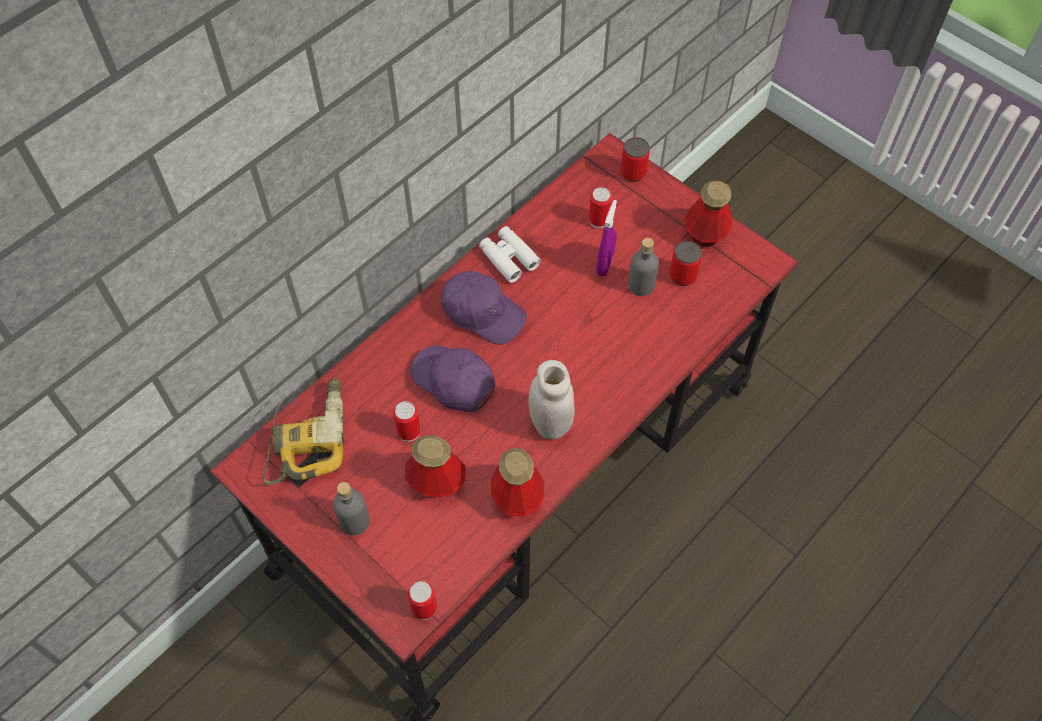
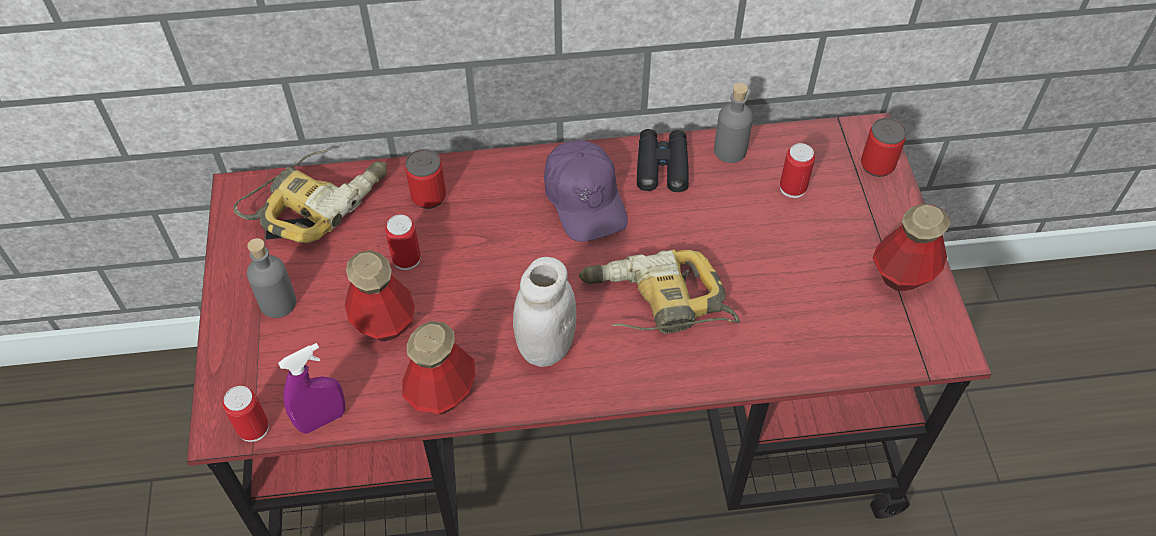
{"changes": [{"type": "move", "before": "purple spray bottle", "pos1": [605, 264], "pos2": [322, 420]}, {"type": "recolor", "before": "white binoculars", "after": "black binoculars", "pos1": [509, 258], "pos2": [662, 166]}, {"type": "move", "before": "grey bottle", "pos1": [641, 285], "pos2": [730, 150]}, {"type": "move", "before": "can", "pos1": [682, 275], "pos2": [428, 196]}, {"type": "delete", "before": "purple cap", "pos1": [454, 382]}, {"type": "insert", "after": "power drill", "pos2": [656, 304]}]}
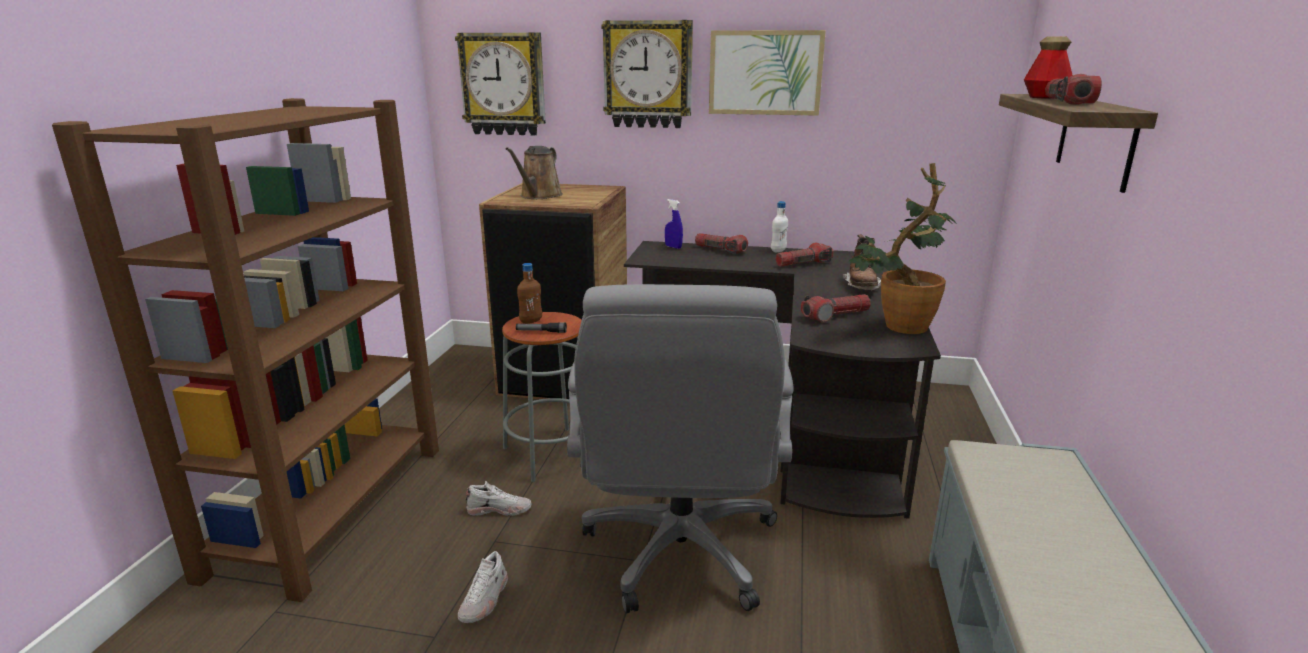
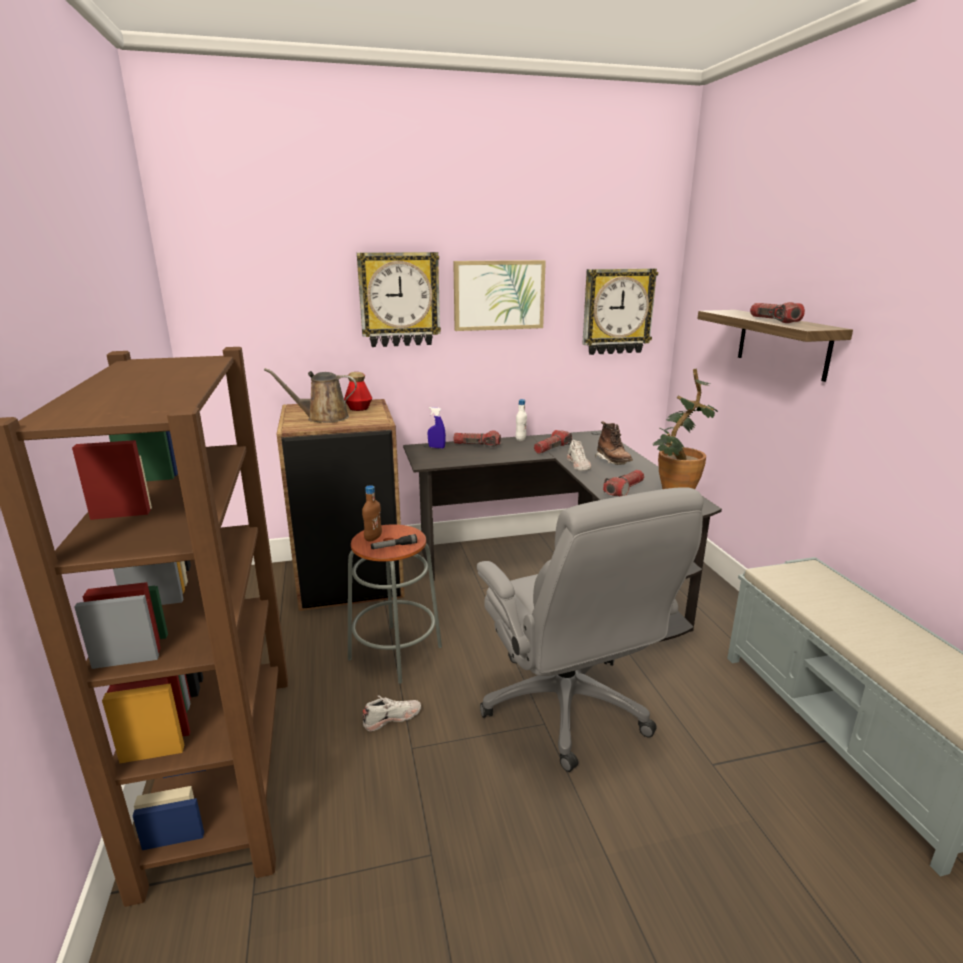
{"changes": [{"type": "move", "before": "wall clock", "pos1": [503, 84], "pos2": [617, 311]}, {"type": "move", "before": "bottle", "pos1": [1045, 97], "pos2": [359, 409]}, {"type": "rotate", "before": "brown watering can", "pos1": [539, 196], "pos2": [323, 418], "turn": 90}, {"type": "move", "before": "white shoe", "pos1": [485, 600], "pos2": [579, 465]}]}
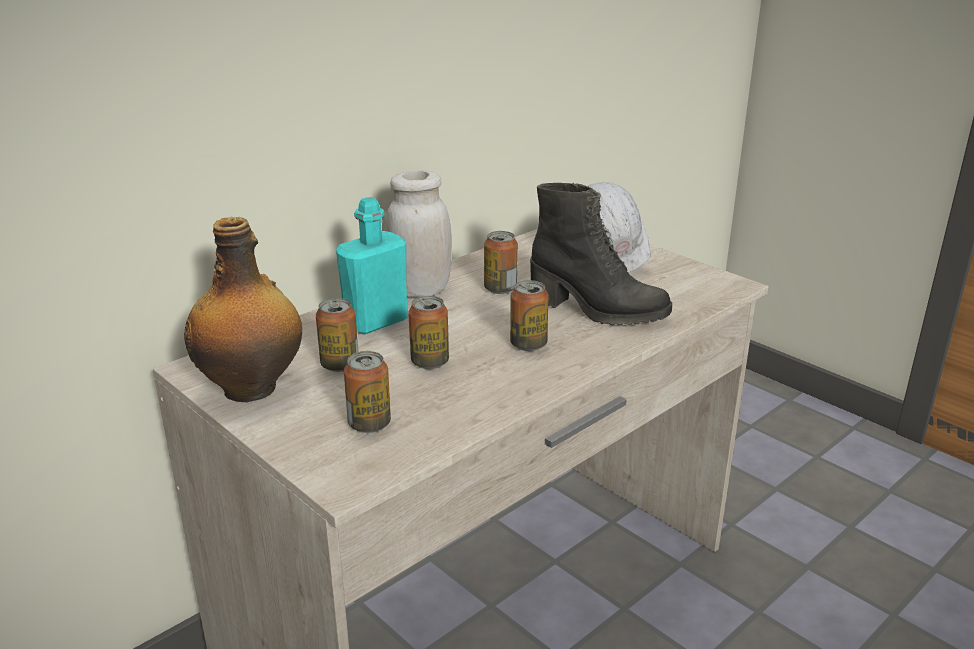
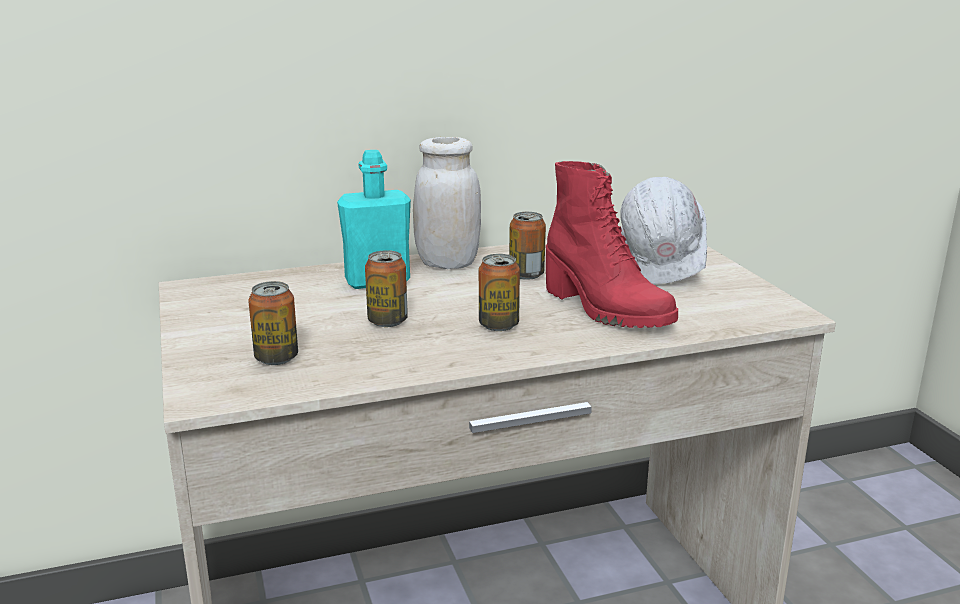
{"changes": [{"type": "recolor", "before": "black boot", "after": "red boot", "pos1": [597, 310], "pos2": [605, 310]}, {"type": "delete", "before": "bottle", "pos1": [252, 388]}, {"type": "delete", "before": "can", "pos1": [340, 365]}]}
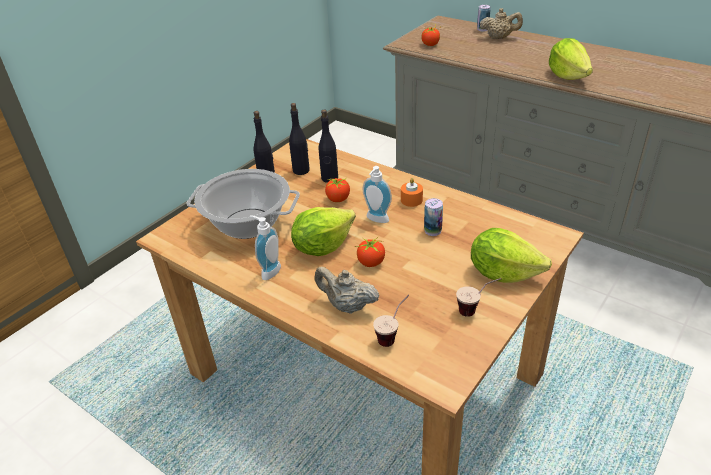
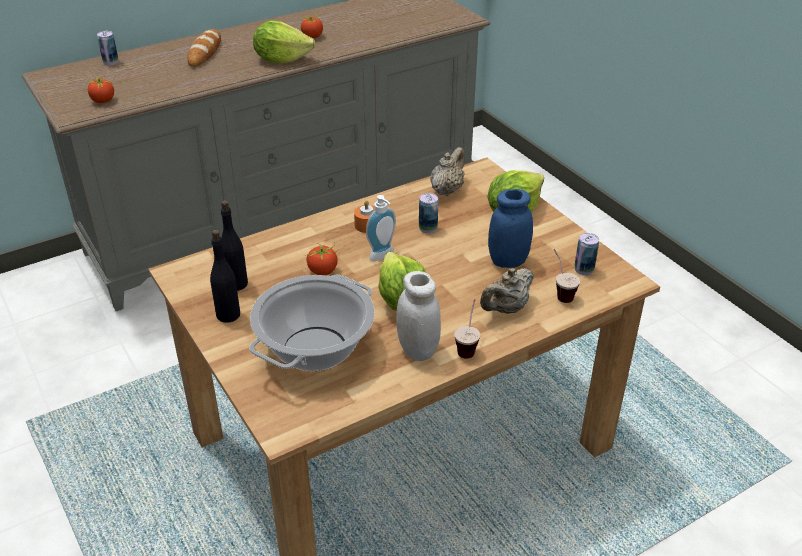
{"changes": [{"type": "move", "before": "beige teapot", "pos1": [499, 38], "pos2": [447, 190]}, {"type": "delete", "before": "black bottle", "pos1": [329, 178]}, {"type": "replace", "before": "soap dispenser", "after": "white jar", "pos1": [268, 271], "pos2": [418, 350]}, {"type": "move", "before": "tomato", "pos1": [371, 263], "pos2": [312, 37]}, {"type": "move", "before": "cup", "pos1": [476, 310], "pos2": [468, 346]}, {"type": "insert", "after": "bread", "pos2": [205, 52]}, {"type": "insert", "after": "blue jar", "pos2": [508, 261]}, {"type": "insert", "after": "can", "pos2": [584, 269]}]}
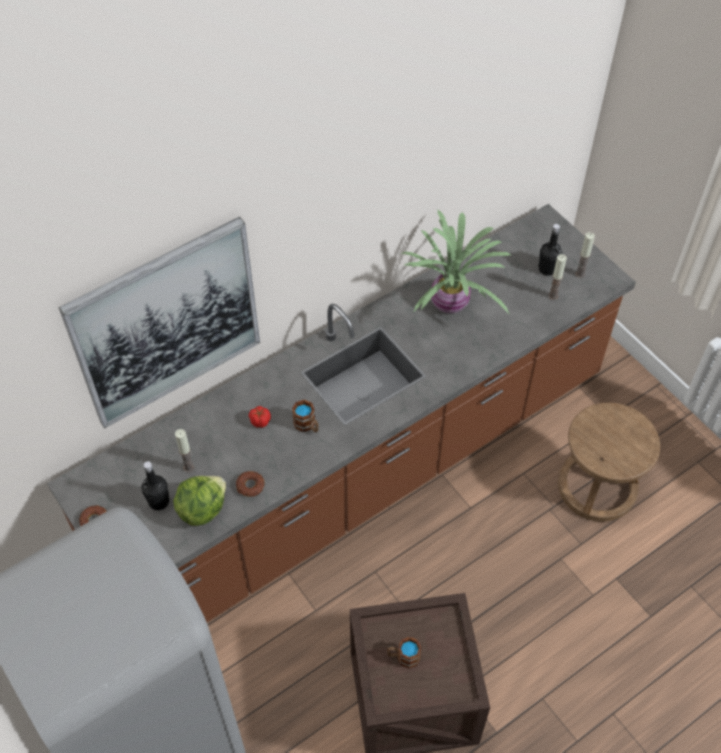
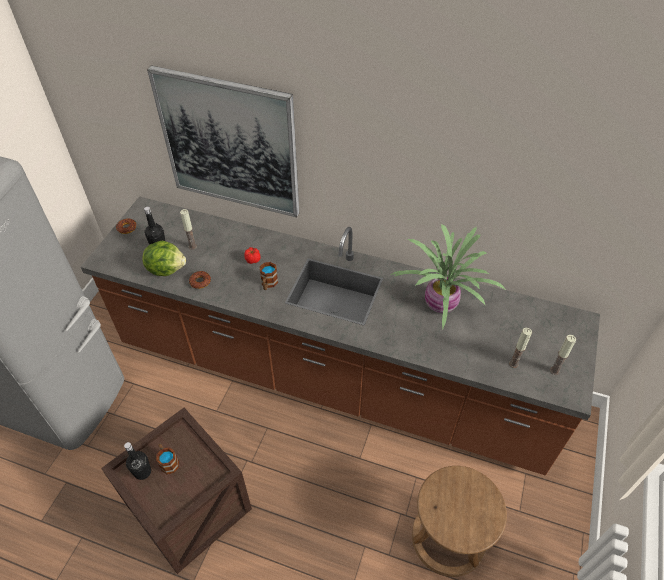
{"changes": [{"type": "move", "before": "black bottle", "pos1": [547, 269], "pos2": [142, 472]}]}
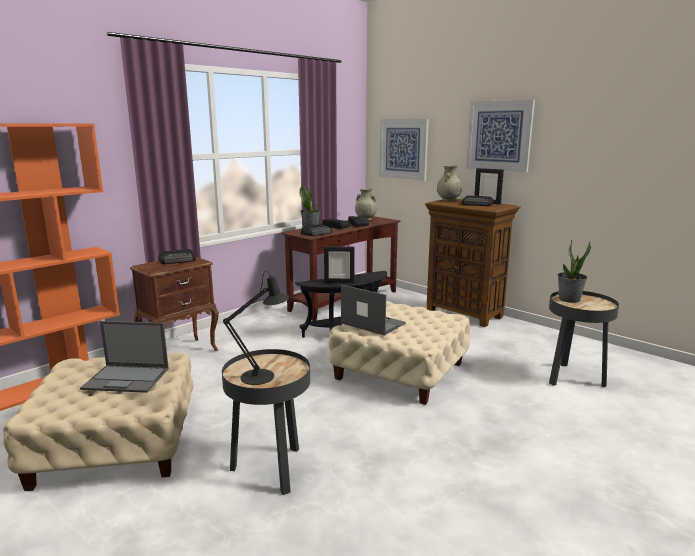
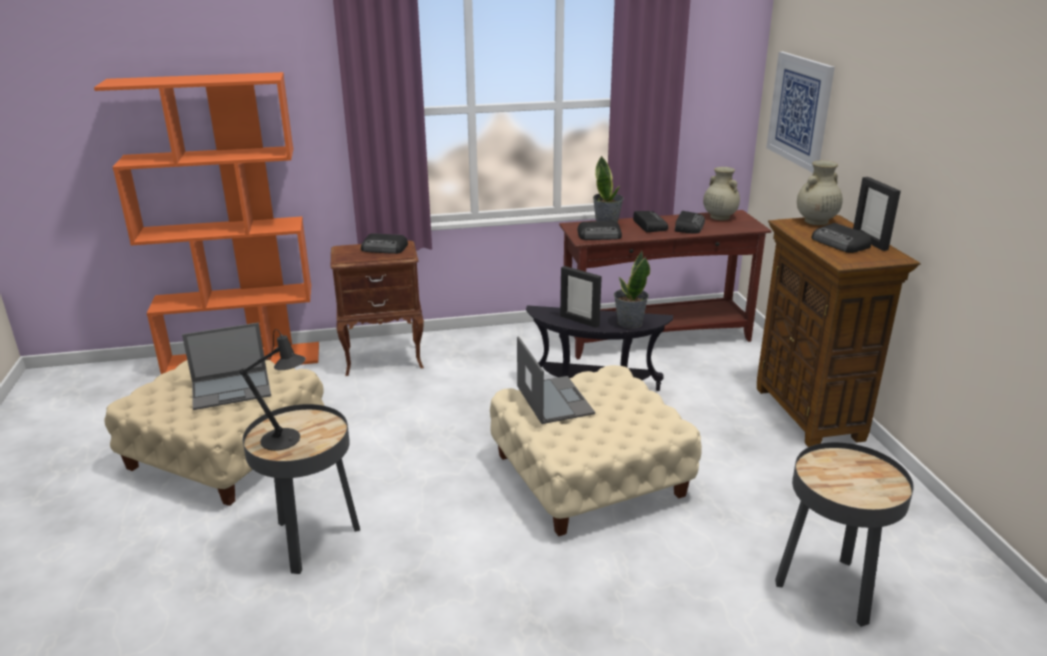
{"changes": [{"type": "delete", "before": "picture", "pos1": [499, 136]}, {"type": "move", "before": "potted plant", "pos1": [569, 299], "pos2": [629, 323]}, {"type": "rotate", "before": "laptop", "pos1": [127, 379], "pos2": [232, 389], "turn": -60}]}
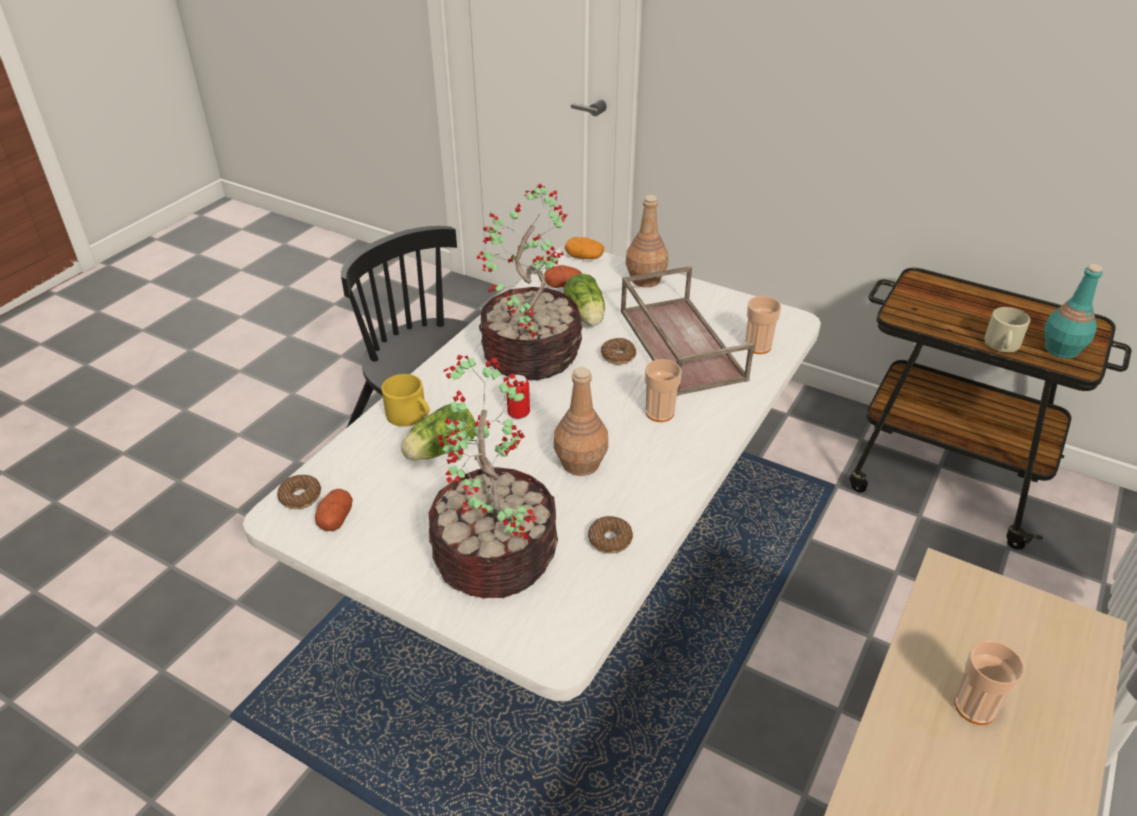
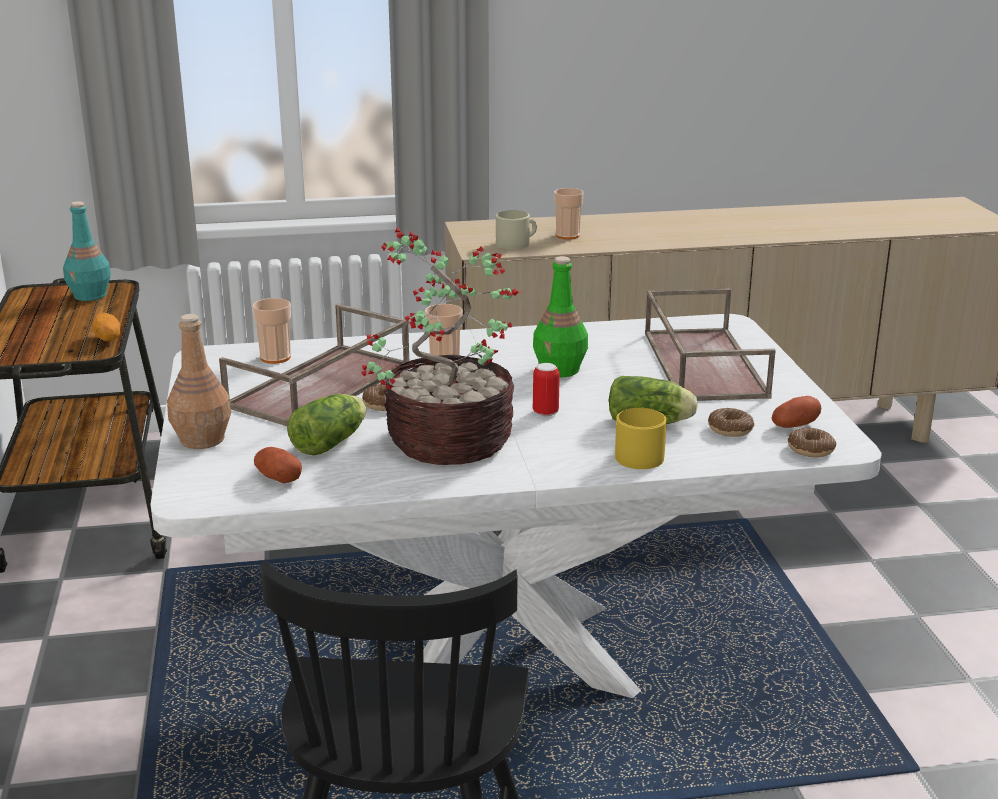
{"changes": [{"type": "move", "before": "potato", "pos1": [584, 257], "pos2": [107, 337]}, {"type": "move", "before": "beige mug", "pos1": [1002, 345], "pos2": [516, 243]}, {"type": "replace", "before": "potted plant", "after": "brown tray", "pos1": [494, 554], "pos2": [701, 363]}, {"type": "recolor", "before": "brown bottle", "after": "green bottle", "pos1": [580, 463], "pos2": [560, 370]}, {"type": "move", "before": "donut", "pos1": [610, 540], "pos2": [730, 429]}]}
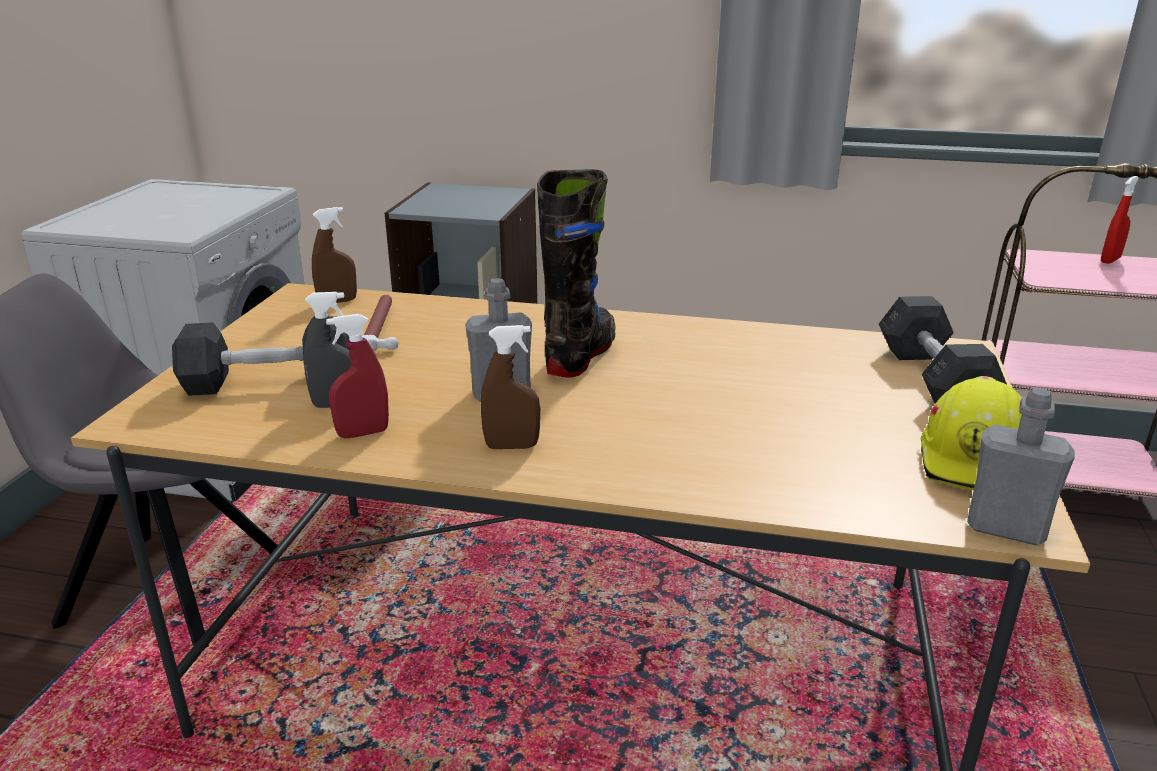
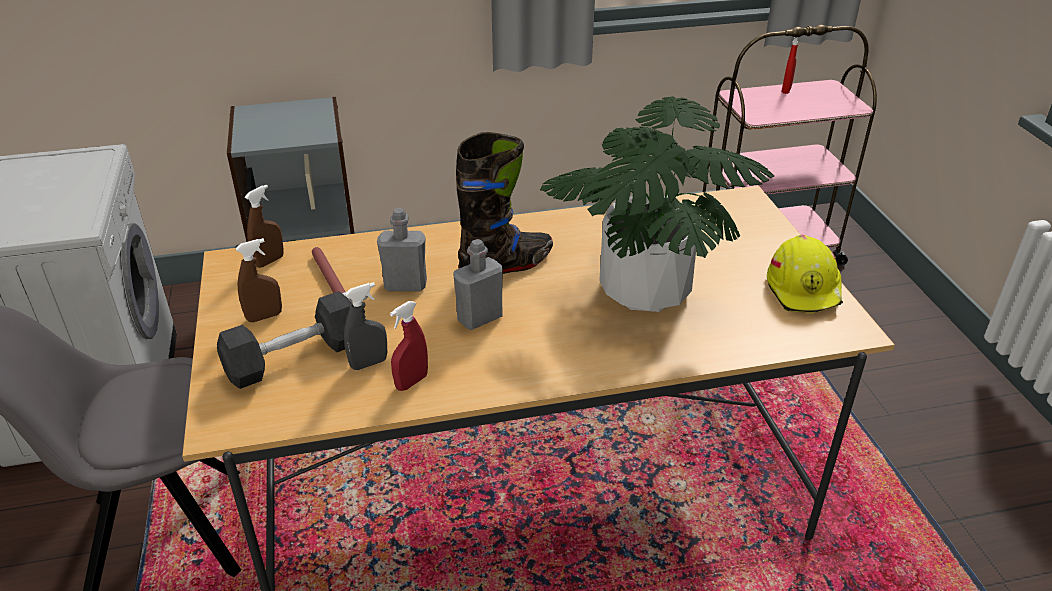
{"changes": [{"type": "rotate", "before": "black boot", "pos1": [581, 354], "pos2": [507, 266], "turn": 60}, {"type": "delete", "before": "grey dumbbell", "pos1": [933, 380]}, {"type": "move", "before": "brown spray bottle", "pos1": [512, 446], "pos2": [264, 317]}, {"type": "move", "before": "grey bottle", "pos1": [1005, 528], "pos2": [405, 285]}, {"type": "insert", "after": "potted plant", "pos2": [644, 290]}]}
